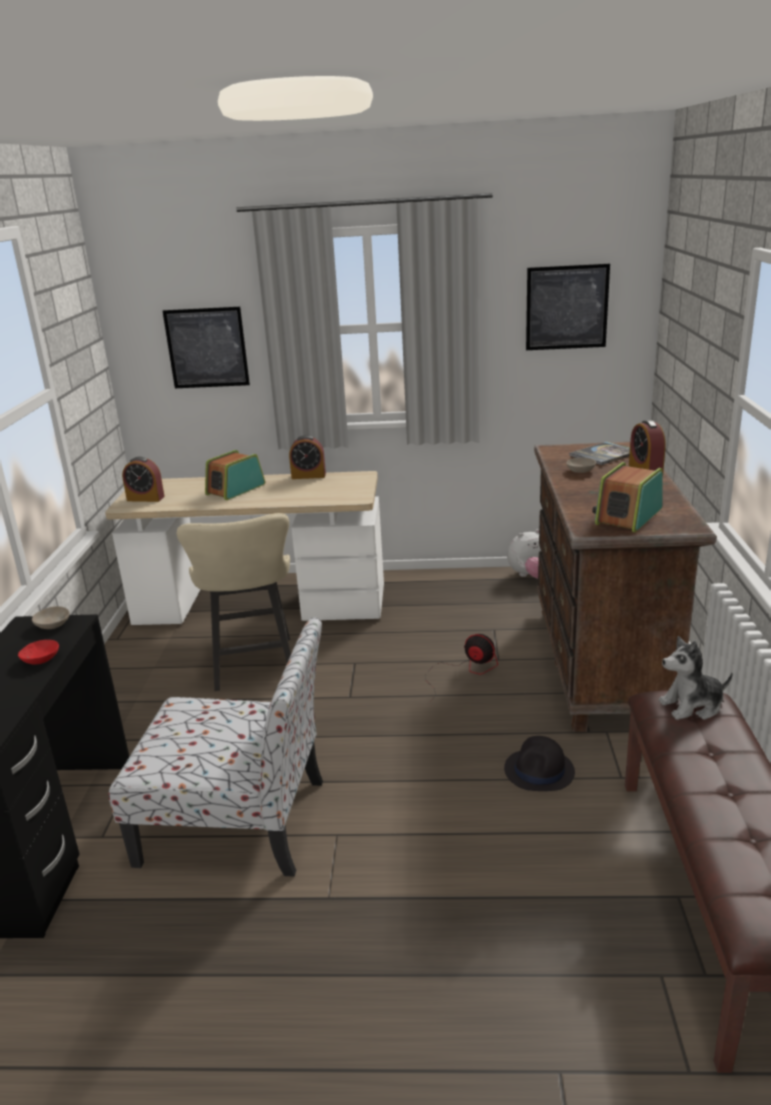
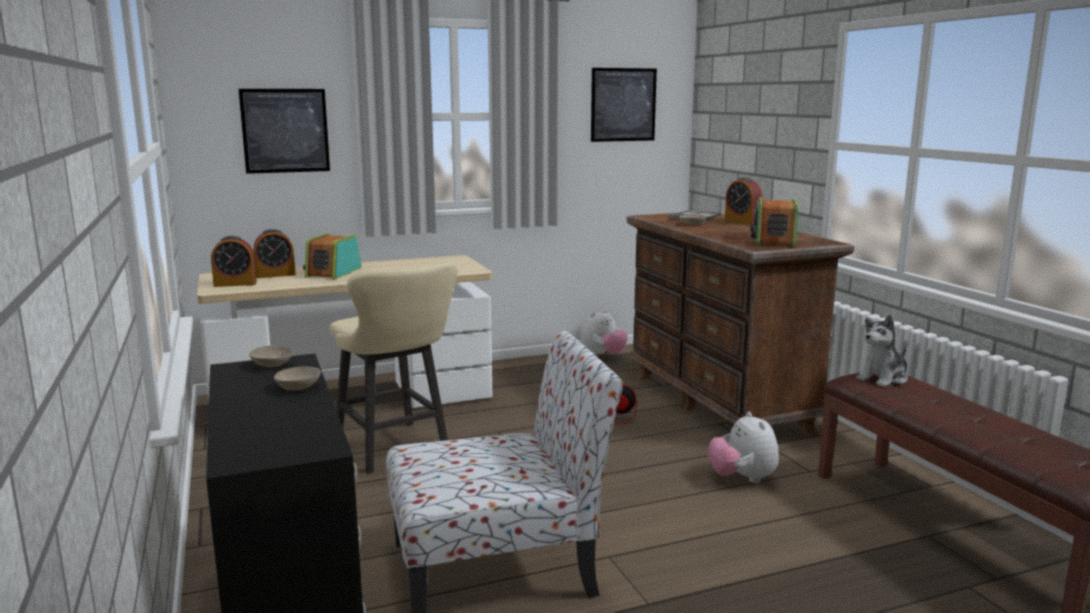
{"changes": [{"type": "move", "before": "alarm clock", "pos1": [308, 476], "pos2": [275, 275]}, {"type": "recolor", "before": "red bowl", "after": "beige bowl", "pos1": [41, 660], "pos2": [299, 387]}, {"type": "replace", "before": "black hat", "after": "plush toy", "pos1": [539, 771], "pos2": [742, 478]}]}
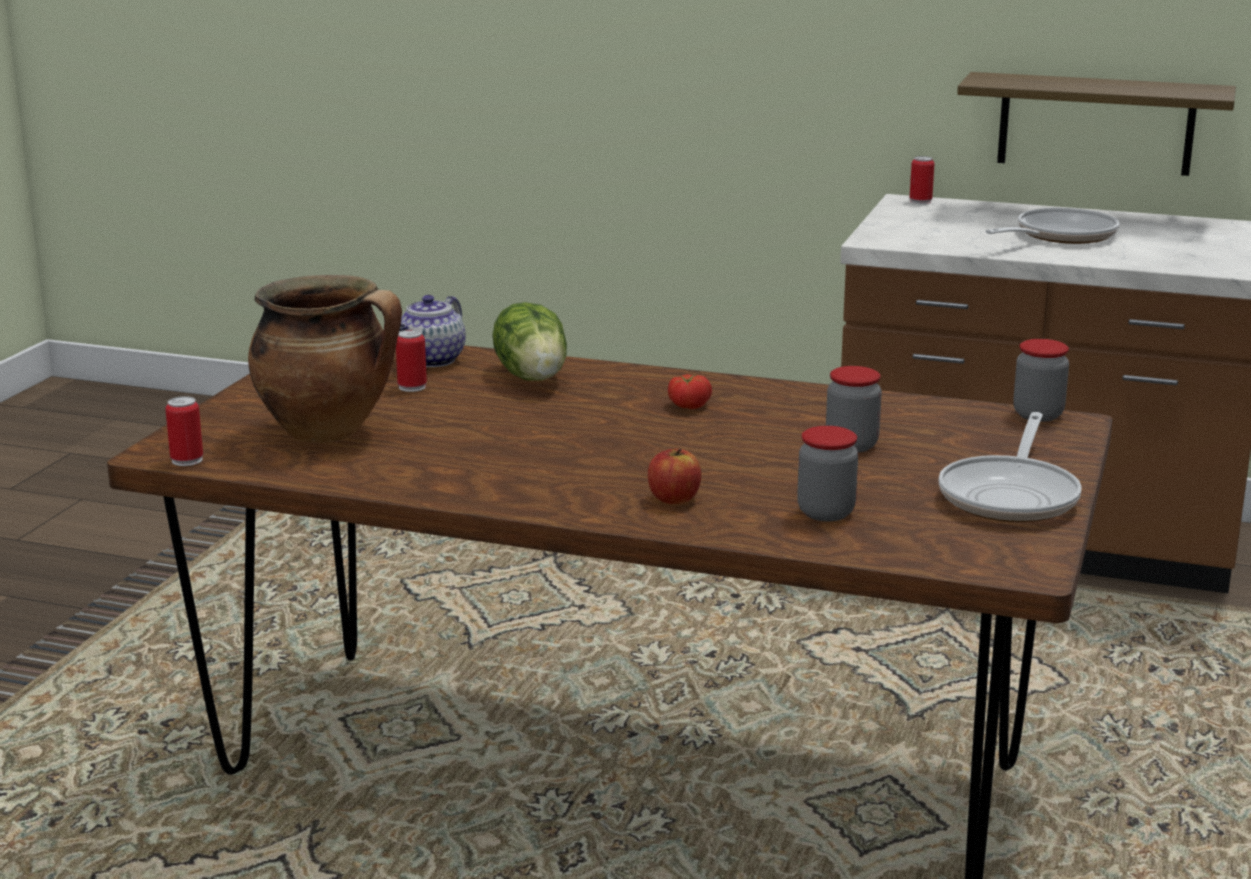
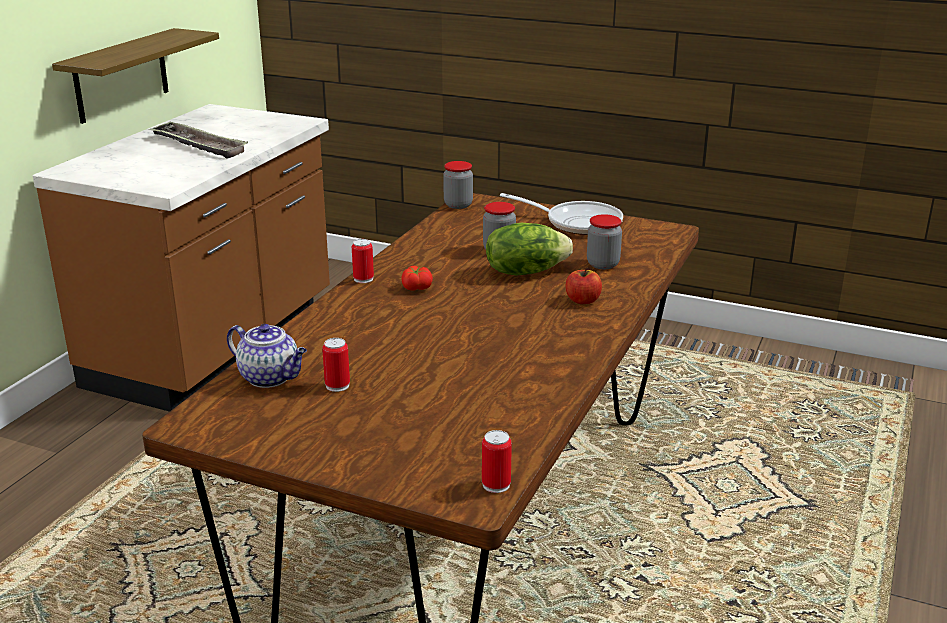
{"changes": [{"type": "move", "before": "can", "pos1": [920, 201], "pos2": [363, 279]}, {"type": "replace", "before": "frying pan", "after": "tray", "pos1": [1059, 236], "pos2": [198, 145]}, {"type": "delete", "before": "cooking pot", "pos1": [329, 431]}, {"type": "move", "before": "lettuce", "pos1": [533, 376], "pos2": [525, 271]}]}
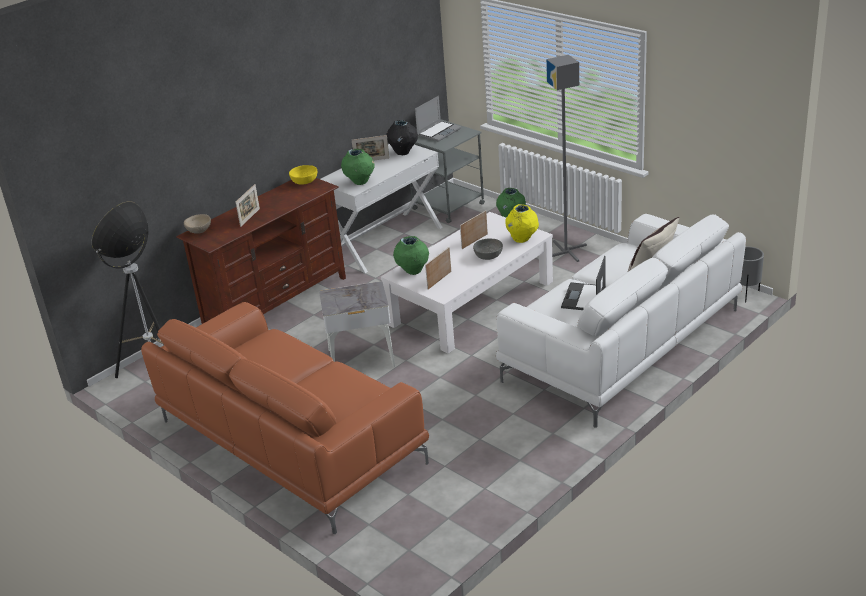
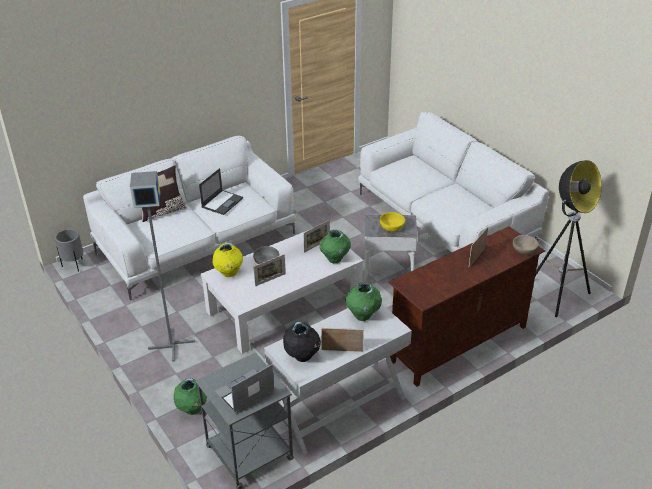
{"changes": [{"type": "move", "before": "yellow bowl", "pos1": [304, 181], "pos2": [392, 227]}, {"type": "recolor", "before": "brown sofa", "after": "white sofa", "pos1": [291, 441], "pos2": [443, 221]}]}
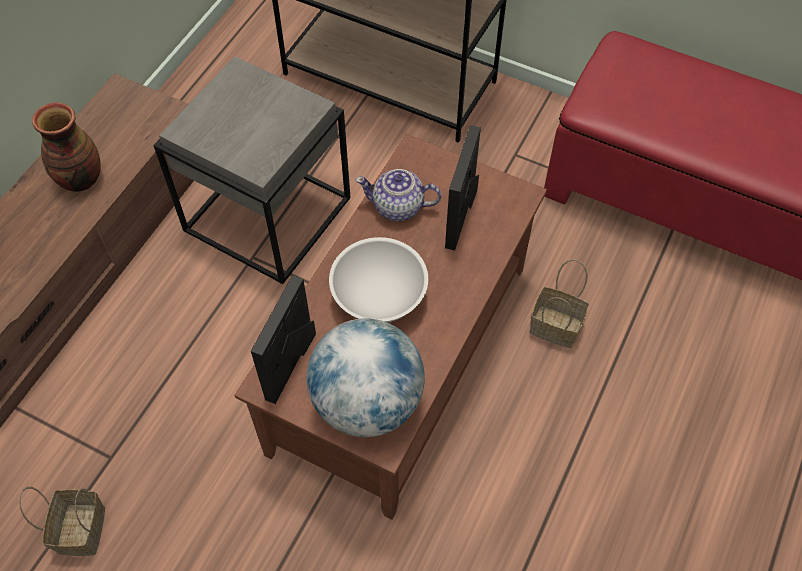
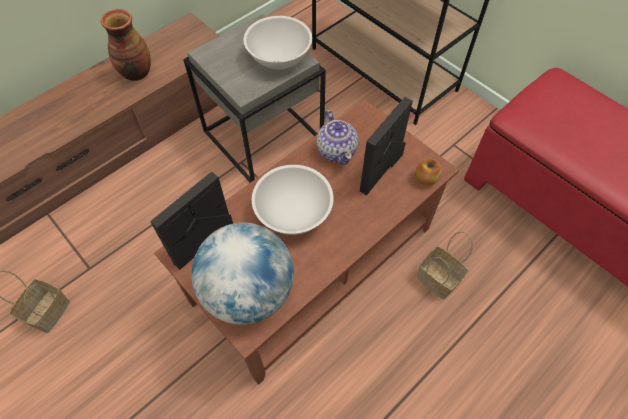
{"changes": [{"type": "rotate", "before": "teapot", "pos1": [399, 207], "pos2": [337, 150], "turn": -135}, {"type": "insert", "after": "white bowl", "pos2": [279, 58]}, {"type": "insert", "after": "apple", "pos2": [426, 179]}]}
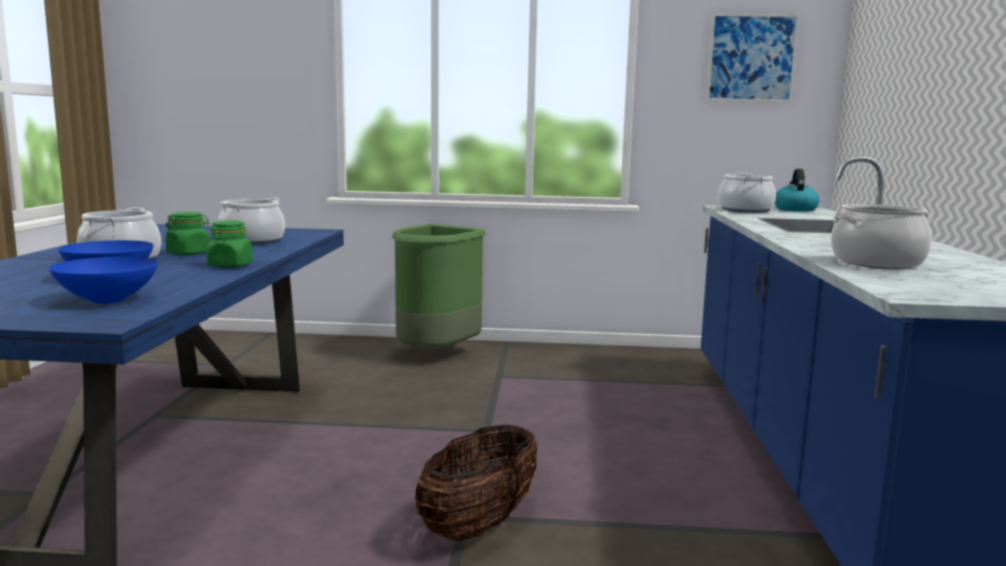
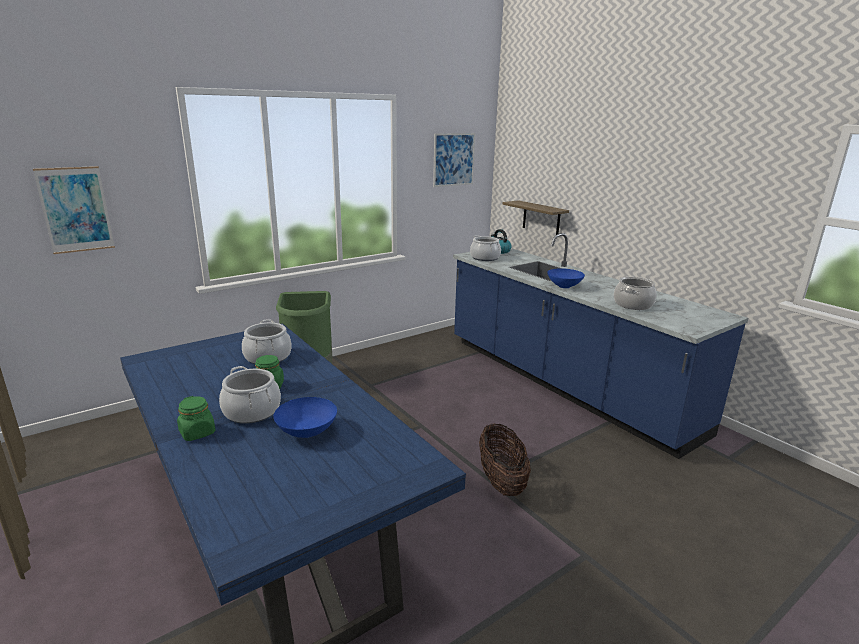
{"changes": [{"type": "move", "before": "green jar", "pos1": [230, 265], "pos2": [197, 433]}, {"type": "move", "before": "blue bowl", "pos1": [106, 300], "pos2": [564, 286]}, {"type": "insert", "after": "picture", "pos2": [75, 210]}, {"type": "insert", "after": "shelf", "pos2": [541, 218]}]}
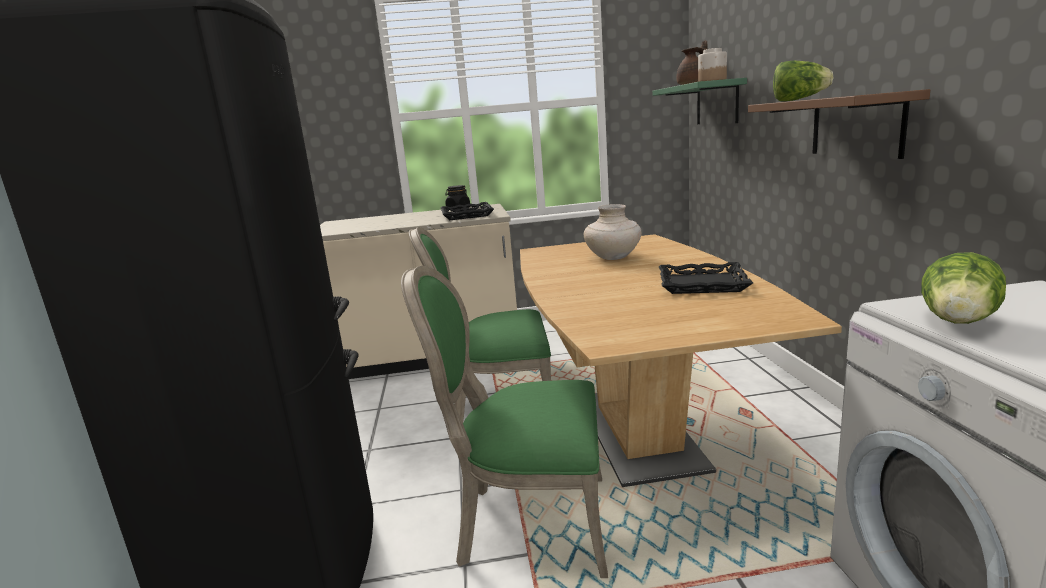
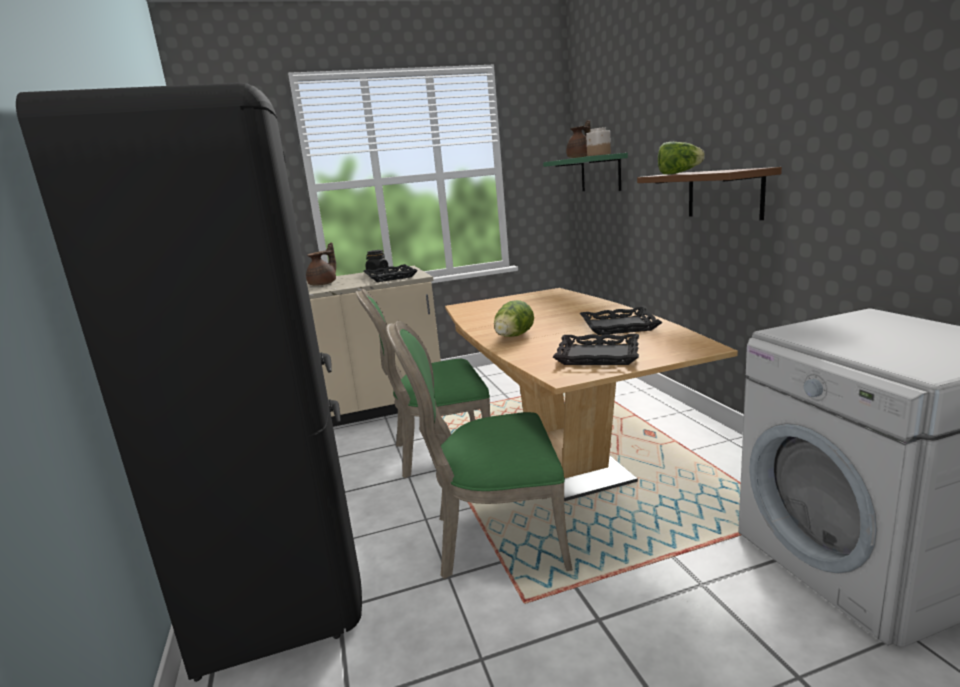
{"changes": [{"type": "delete", "before": "beige vase", "pos1": [613, 257]}, {"type": "move", "before": "lettuce", "pos1": [958, 323], "pos2": [513, 337]}, {"type": "insert", "after": "brown teapot", "pos2": [324, 284]}, {"type": "insert", "after": "black tray", "pos2": [598, 355]}]}
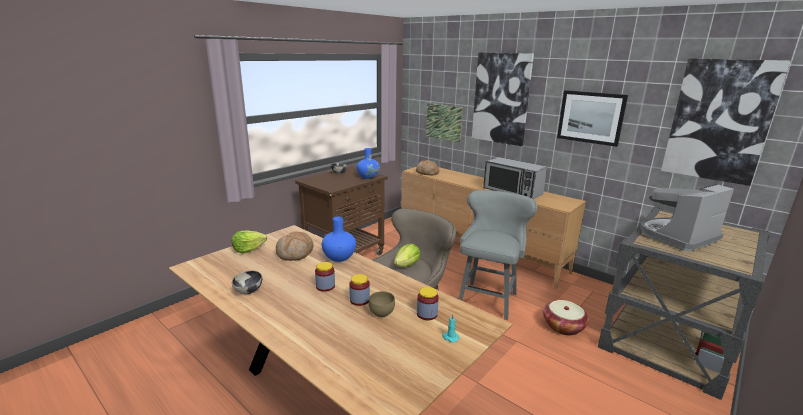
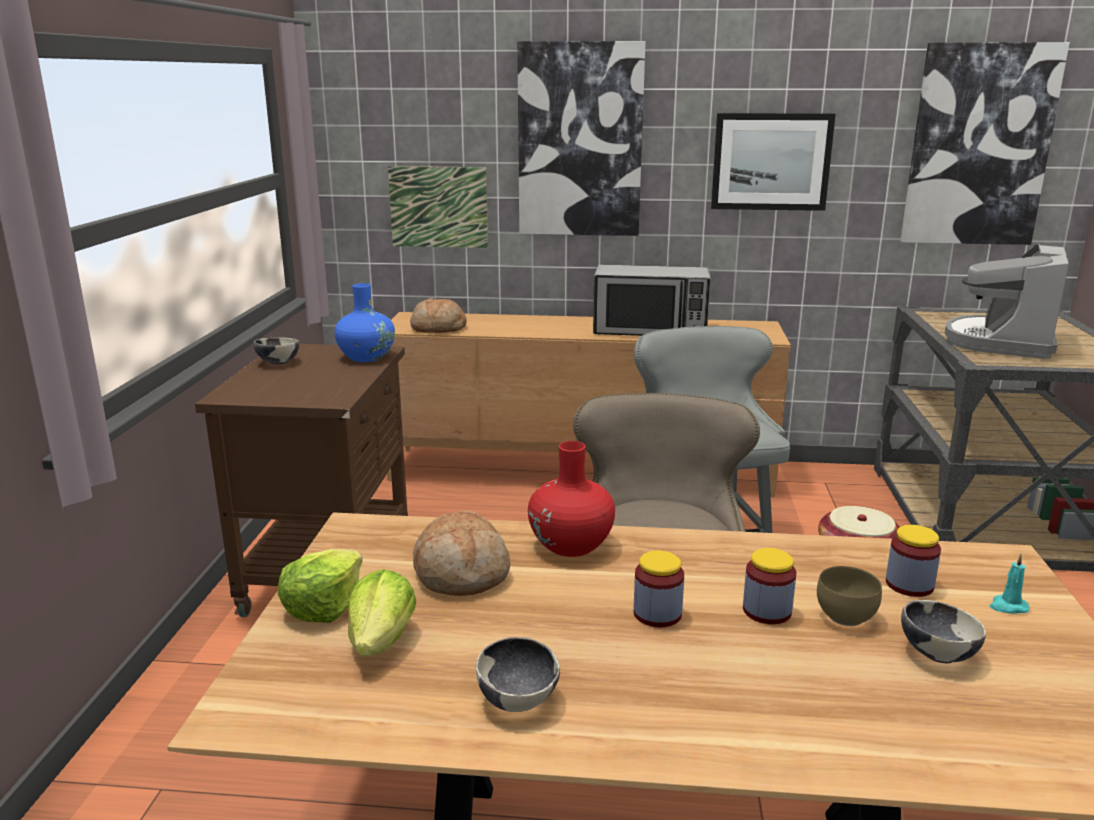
{"changes": [{"type": "recolor", "before": "blue vase", "after": "red vase", "pos1": [339, 257], "pos2": [571, 545]}, {"type": "move", "before": "lettuce", "pos1": [407, 265], "pos2": [382, 640]}, {"type": "insert", "after": "bowl", "pos2": [936, 653]}]}
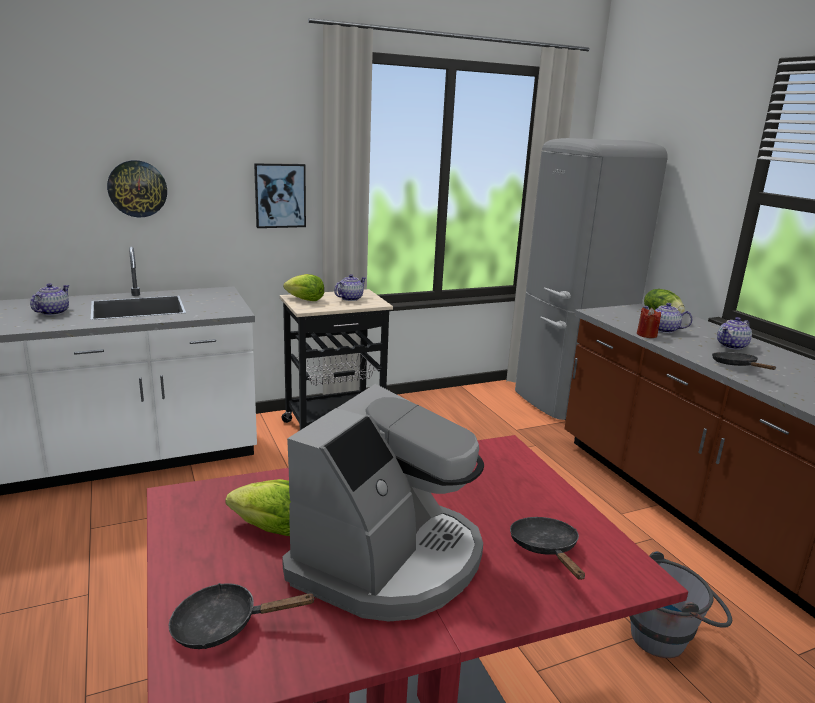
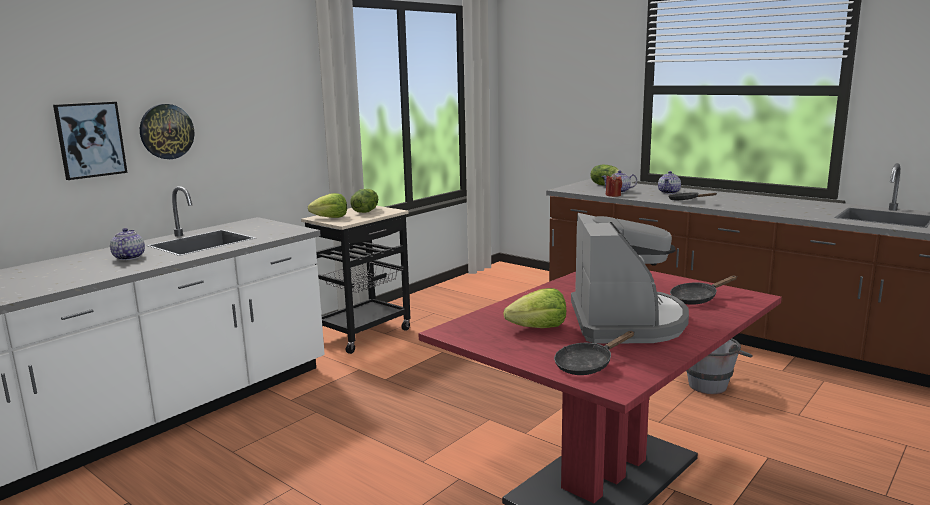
{"changes": [{"type": "delete", "before": "grey fridge", "pos1": [564, 401]}, {"type": "move", "before": "picture", "pos1": [280, 195], "pos2": [90, 139]}, {"type": "replace", "before": "teapot", "after": "lettuce", "pos1": [350, 298], "pos2": [365, 211]}, {"type": "rotate", "before": "black frying pan", "pos1": [546, 549], "pos2": [697, 299], "turn": -75}]}
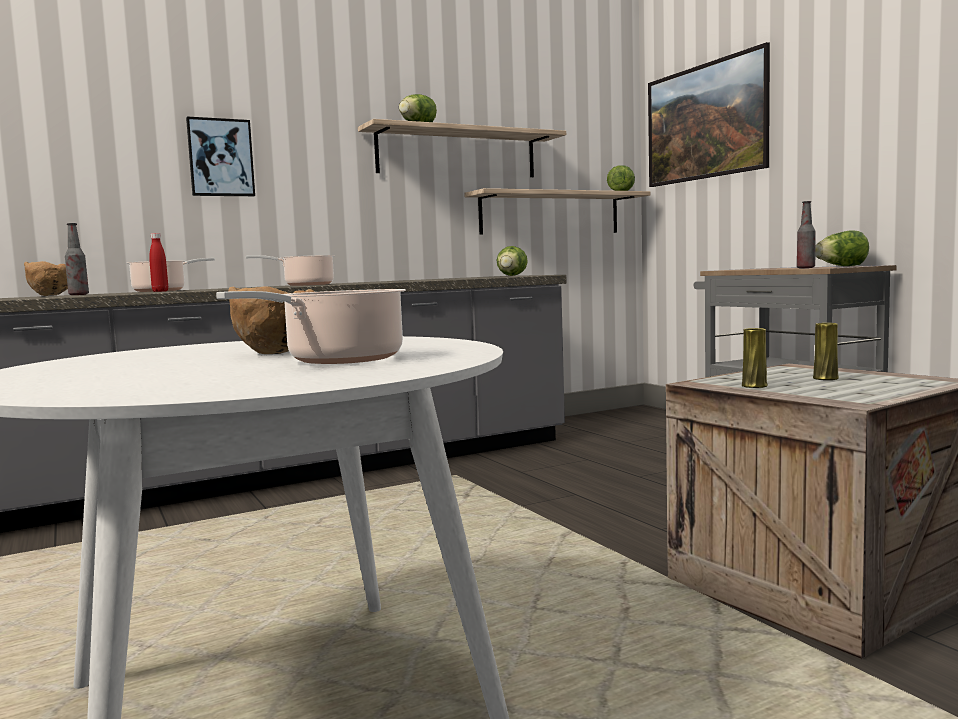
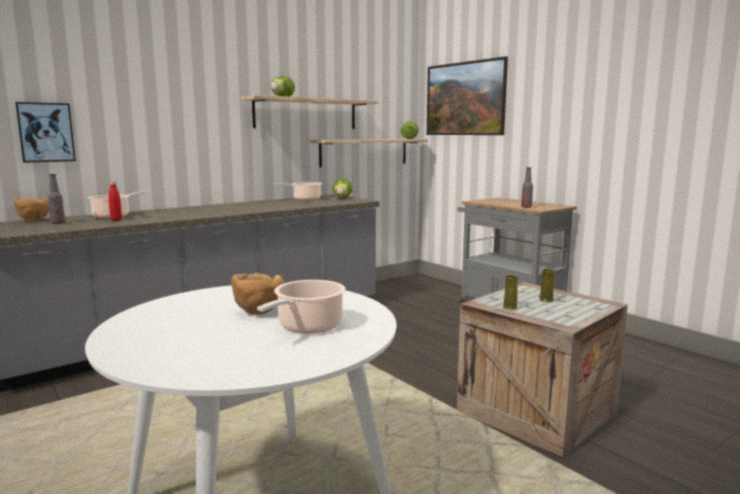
{"changes": [{"type": "move", "before": "picture", "pos1": [220, 157], "pos2": [46, 132]}, {"type": "delete", "before": "lettuce", "pos1": [841, 266]}, {"type": "move", "before": "cooking pot", "pos1": [305, 285], "pos2": [305, 199]}]}
